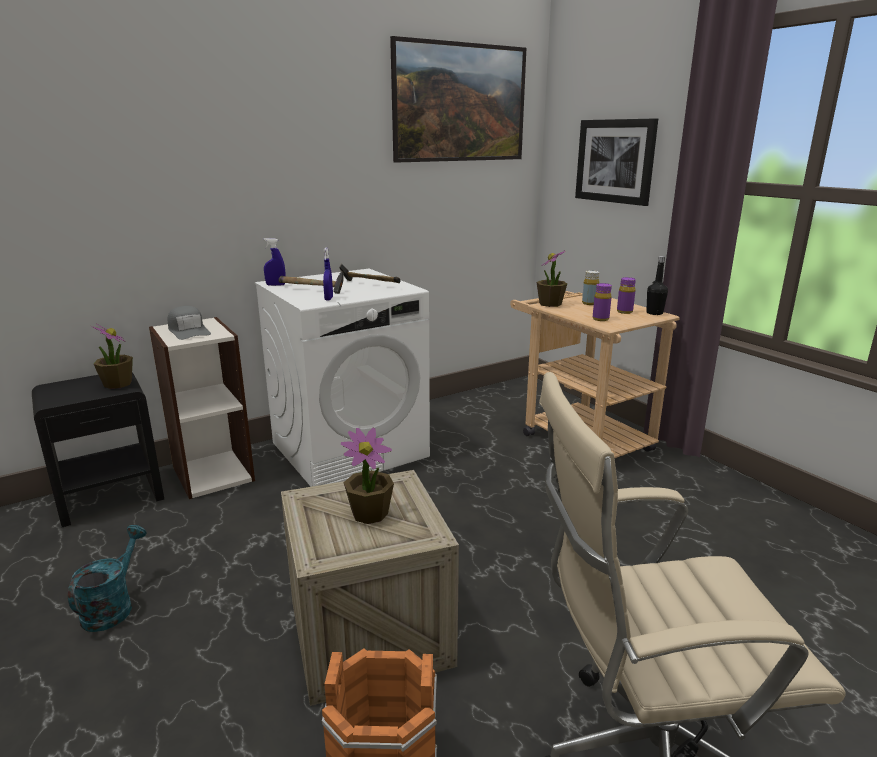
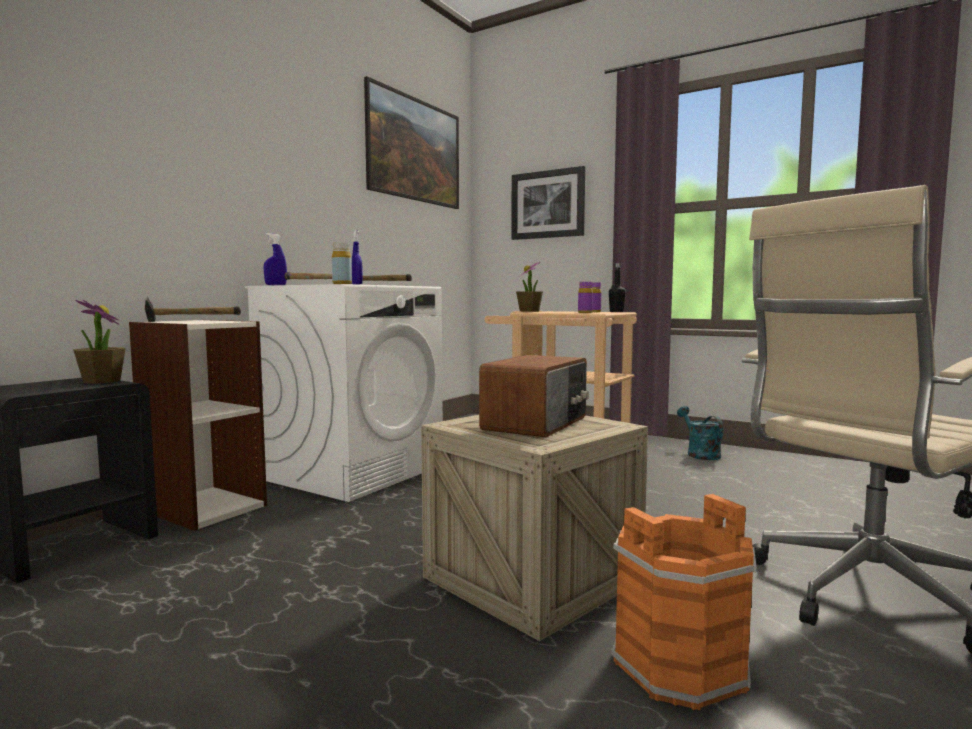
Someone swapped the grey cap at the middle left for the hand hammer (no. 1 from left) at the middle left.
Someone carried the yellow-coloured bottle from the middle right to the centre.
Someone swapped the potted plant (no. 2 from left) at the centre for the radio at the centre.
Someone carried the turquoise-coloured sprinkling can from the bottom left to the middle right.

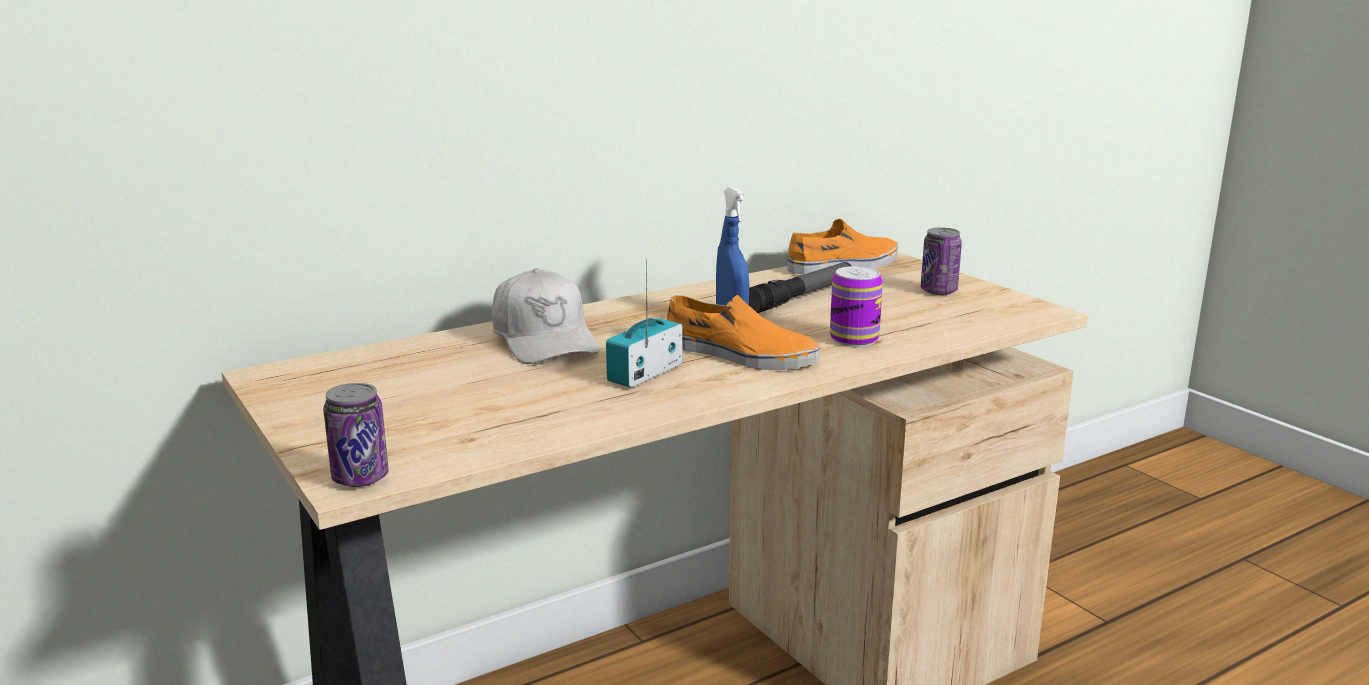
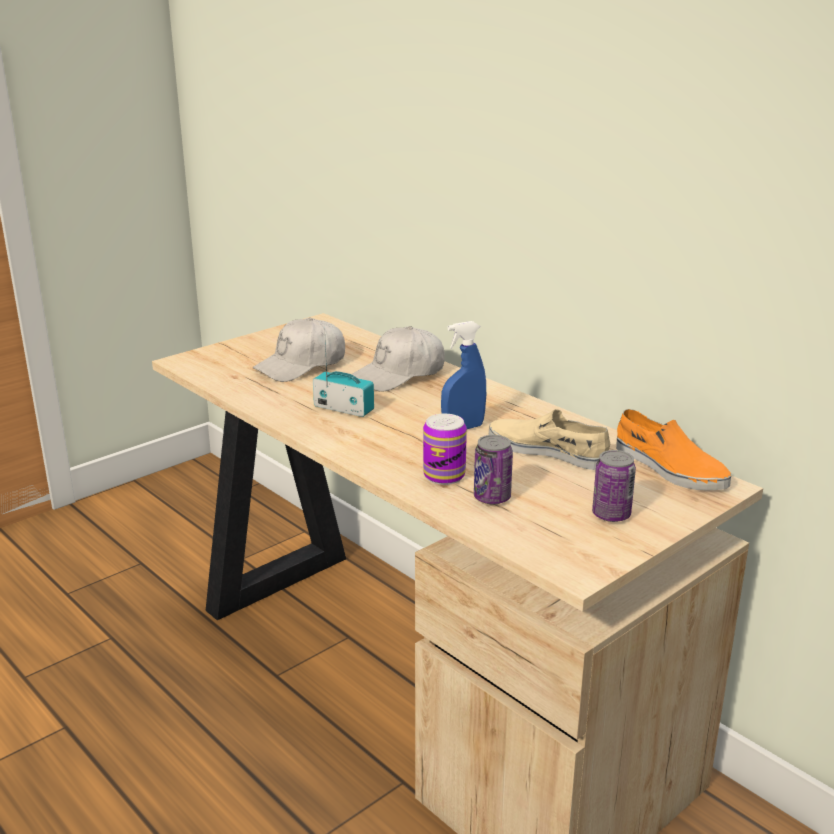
Someone put down the white-coloured cap (no. 1 from left) at the centre.
Someone carried the metal can (no. 1 from left in the first image) from the middle left to the centre.
Someone swapped the torch at the centre for the sand-coloured item of footwear at the centre.
Someone took away the orange-coloured item of footwear (no. 1 from left) at the centre.

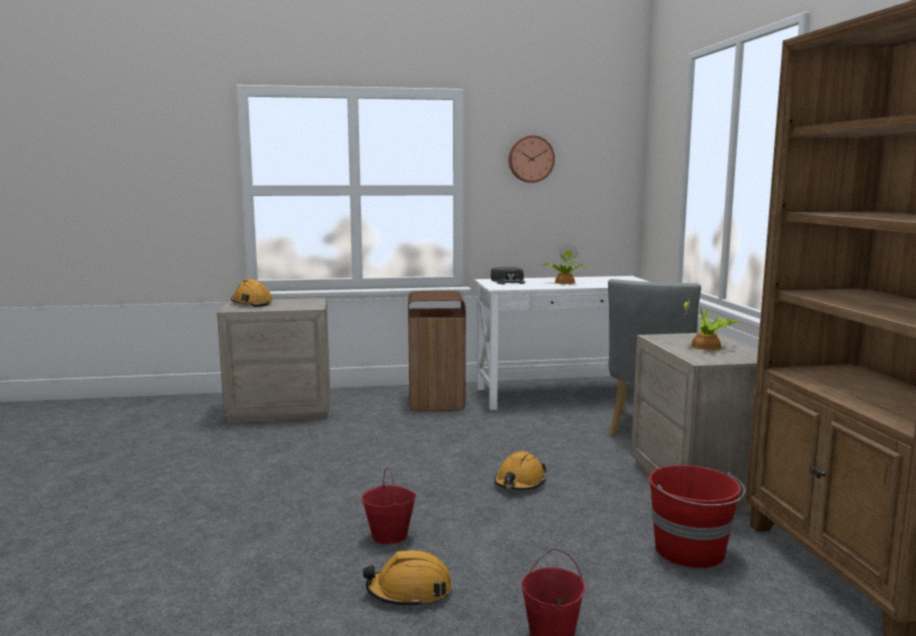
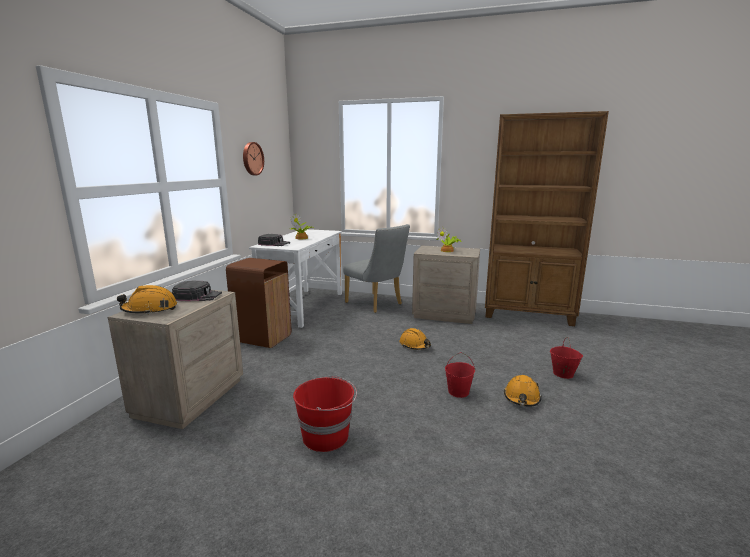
Someone put down the blackish cap (no. 1 from left) at the middle left.
Someone carried the reddish water bucket (no. 3 from left in the first image) from the bottom right to the bottom centre.

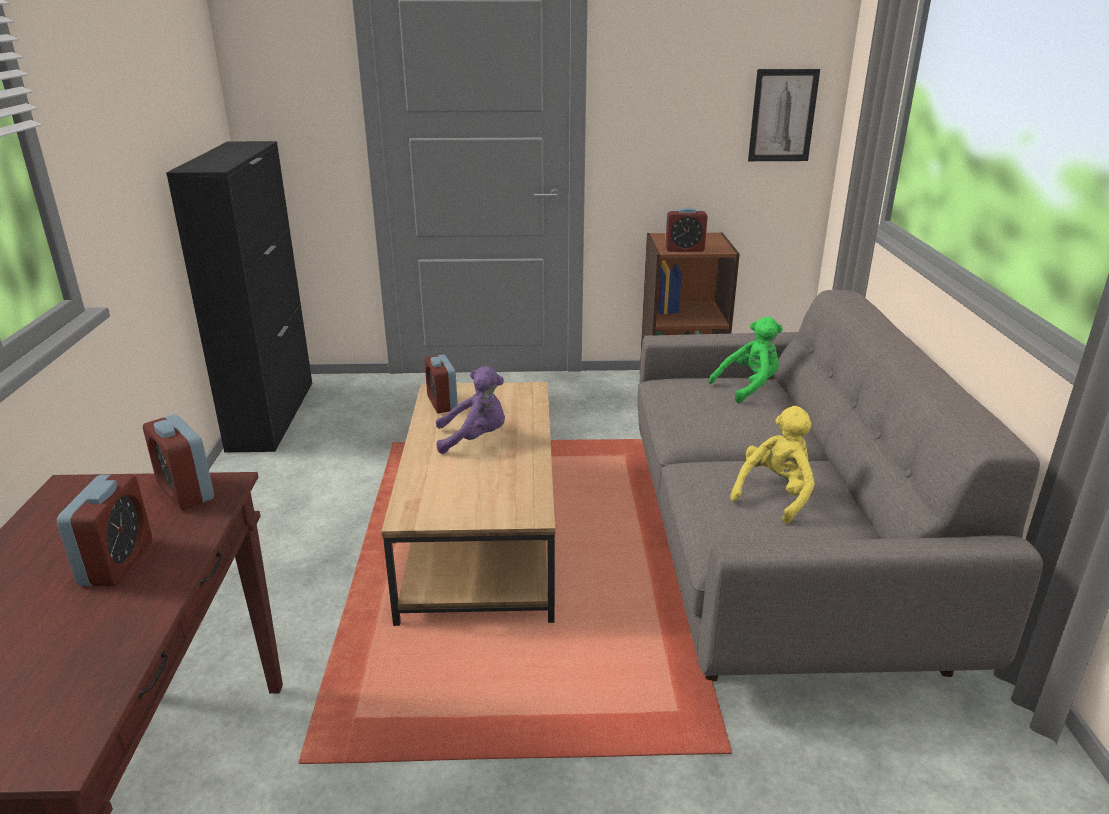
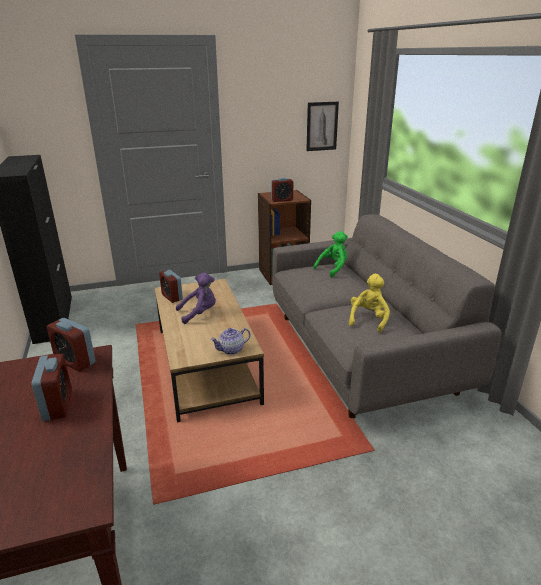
Someone put down the pot for tea at the centre.

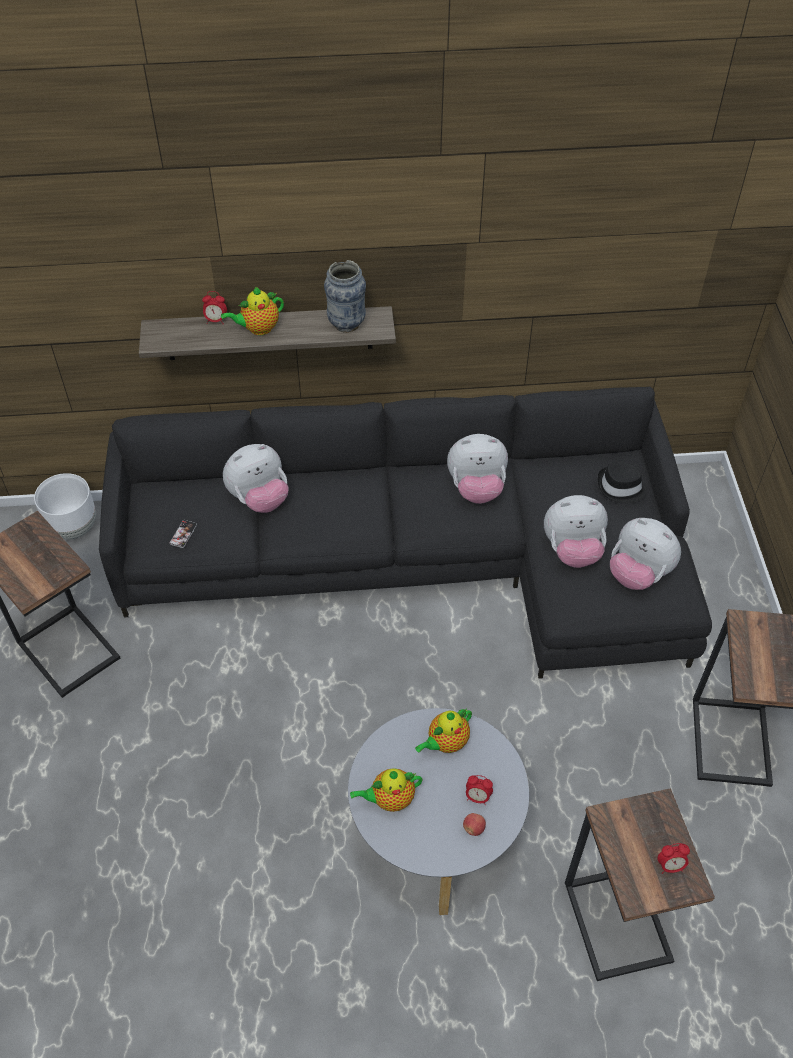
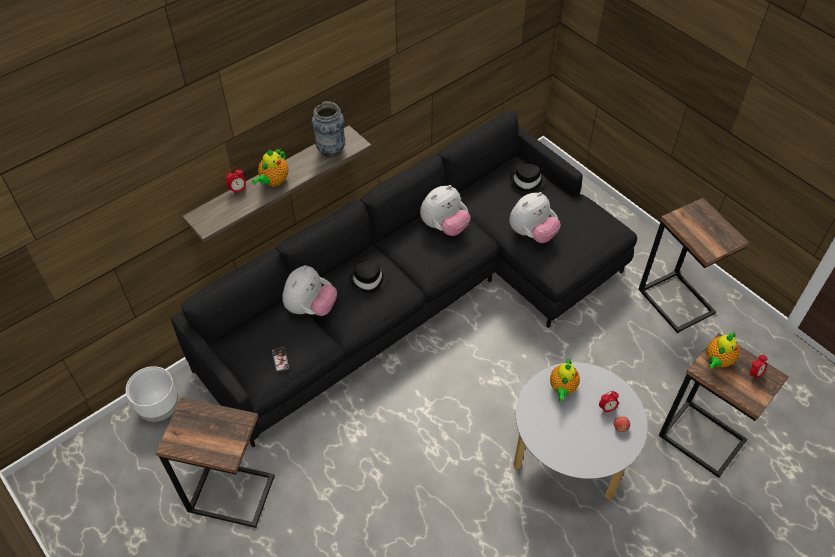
Someone put down the blackish hat (no. 1 from left) at the centre.
Someone carried the pot for tea (no. 2 from left in the first image) from the bottom centre to the middle right.
Someone took away the plush toy (no. 4 from left) at the middle right.

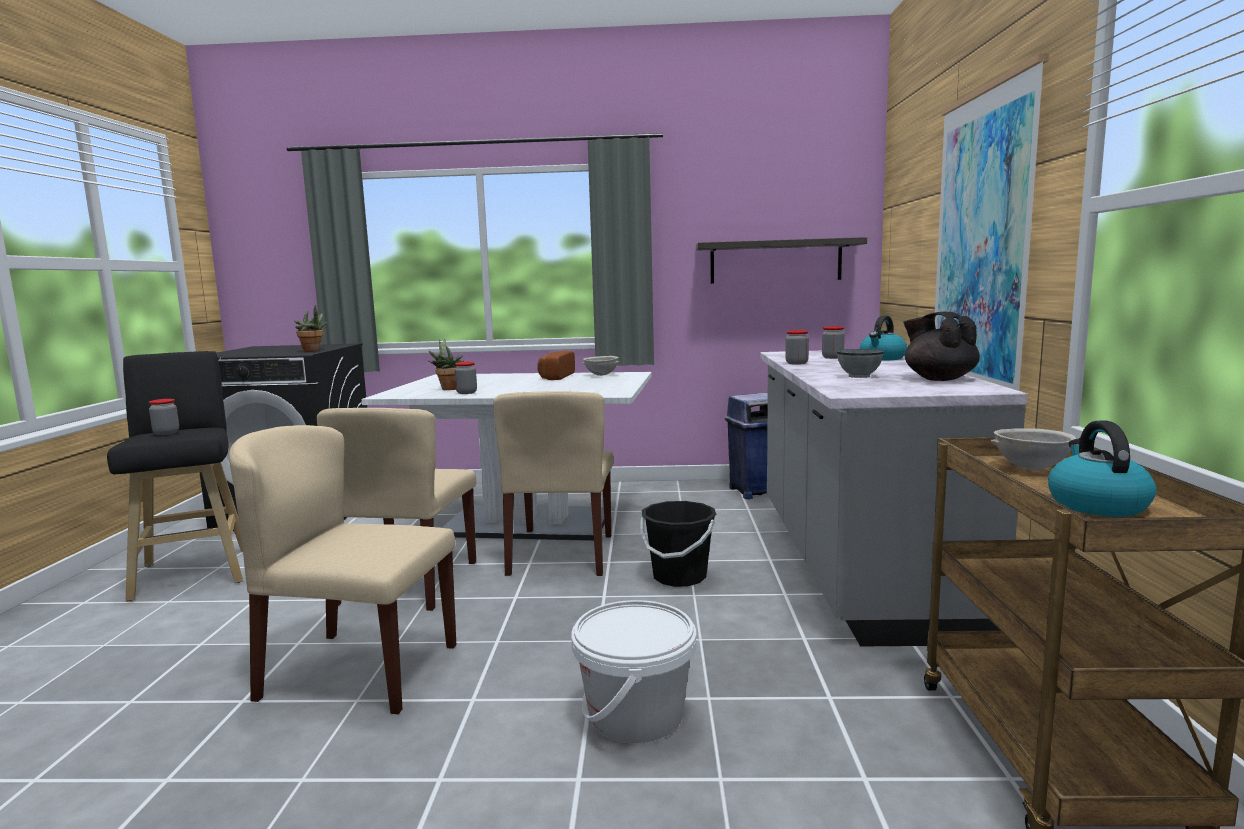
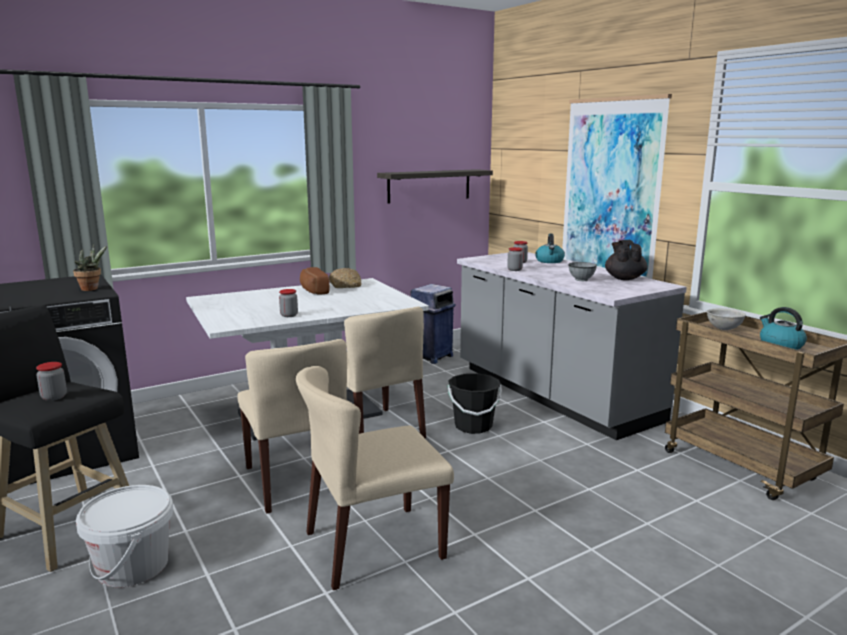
Someone carried the white-coloured water bucket from the bottom centre to the bottom left.
Someone swapped the grey serving bowl (no. 1 from left) at the centre for the bread (no. 2 from left) at the centre.
Someone rotated the blackish pot for tea at the middle right by 60 degrees clockwise.
Someone took away the potted plant (no. 2 from left) at the centre.

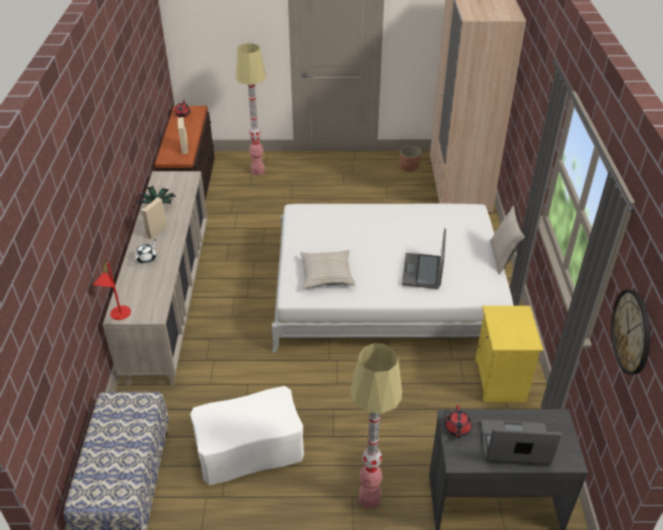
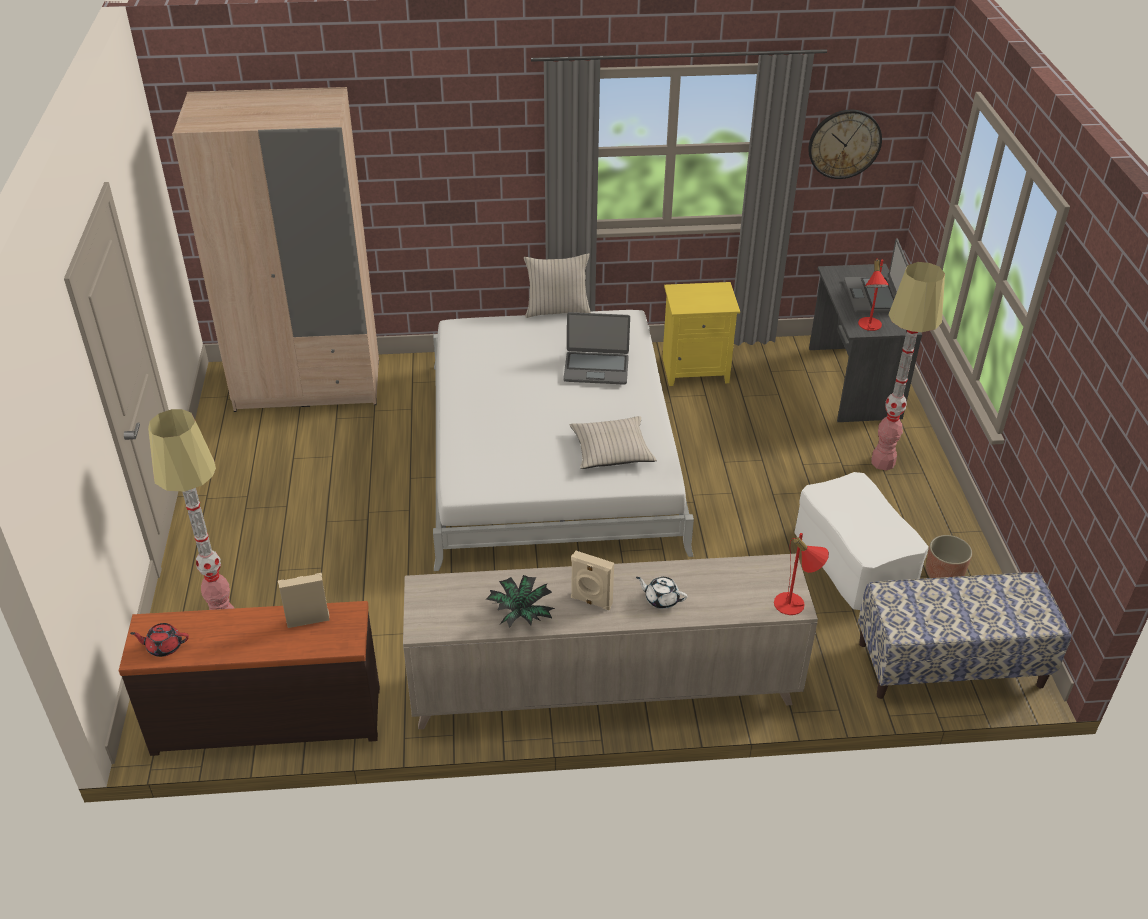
Someone swapped the reddish pot for tea (no. 2 from left) at the bottom right for the reddish tabletop lamp (no. 2 from left) at the top right.
Someone carried the planter from the top centre to the middle right.

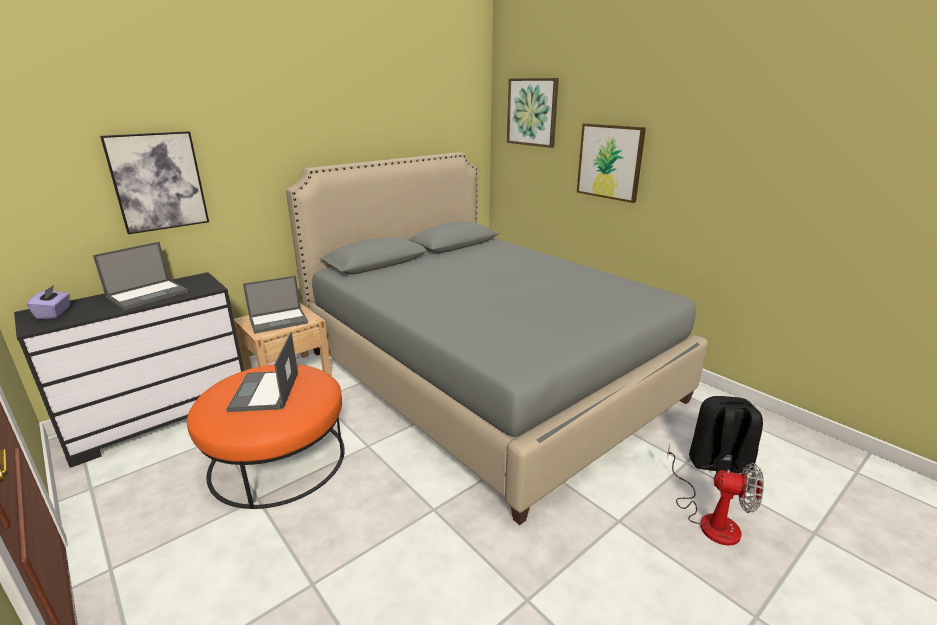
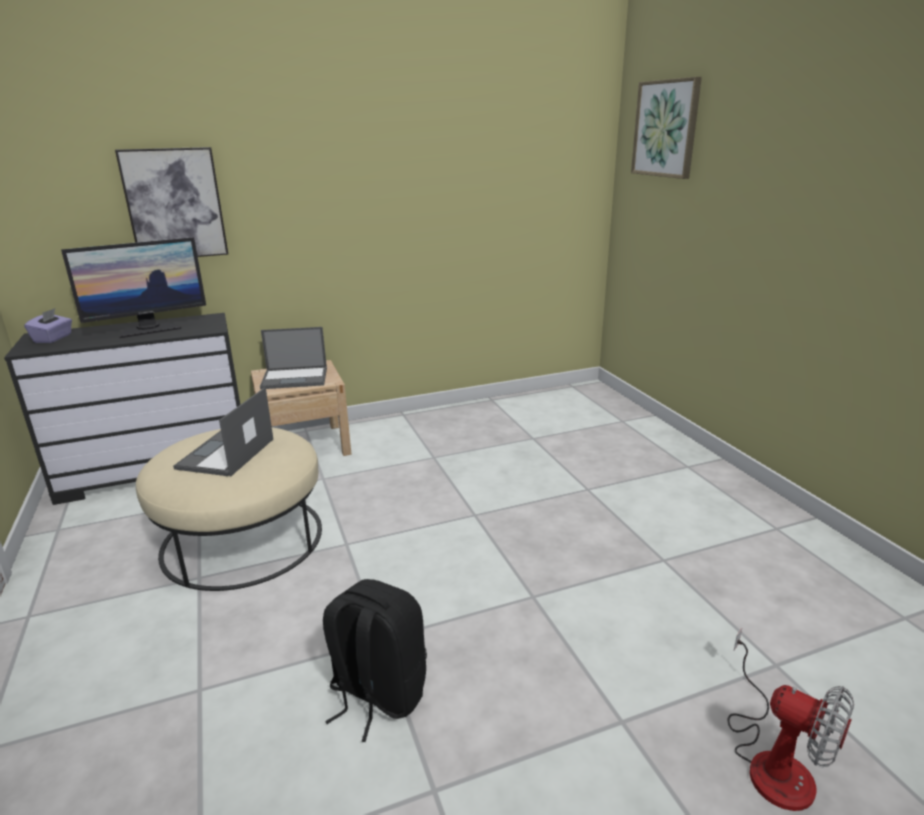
Someone swapped the portable computer (no. 1 from left) at the middle left for the monitor at the middle left.
Someone repainted the orange-coloured pouffe at the bottom left, which became the sand-coloured pouffe at the middle left.
Someone carried the blackish backpack from the bottom right to the bottom centre.
Someone took away the grey bedroom bed at the centre.
Someone took away the wall picture (no. 3 from left) at the top centre.

